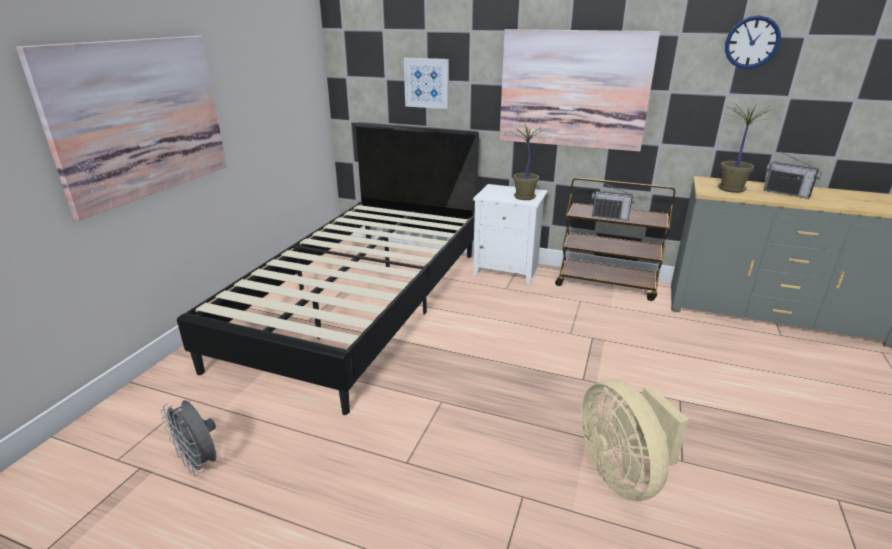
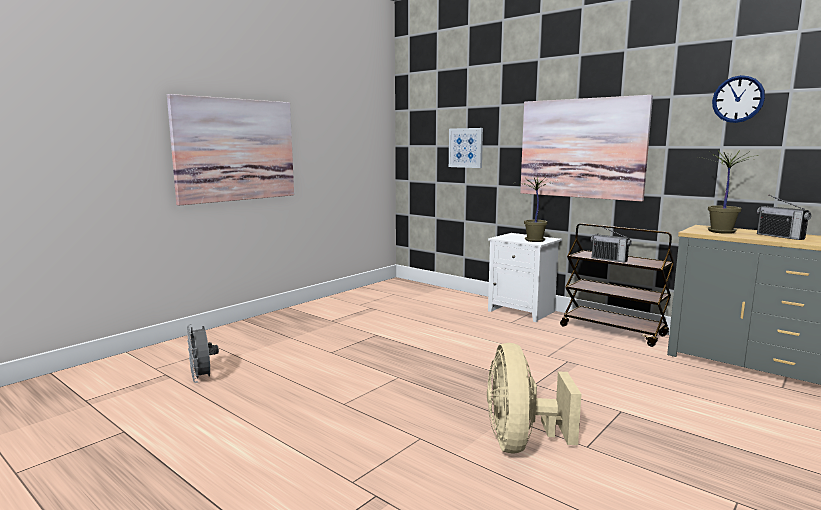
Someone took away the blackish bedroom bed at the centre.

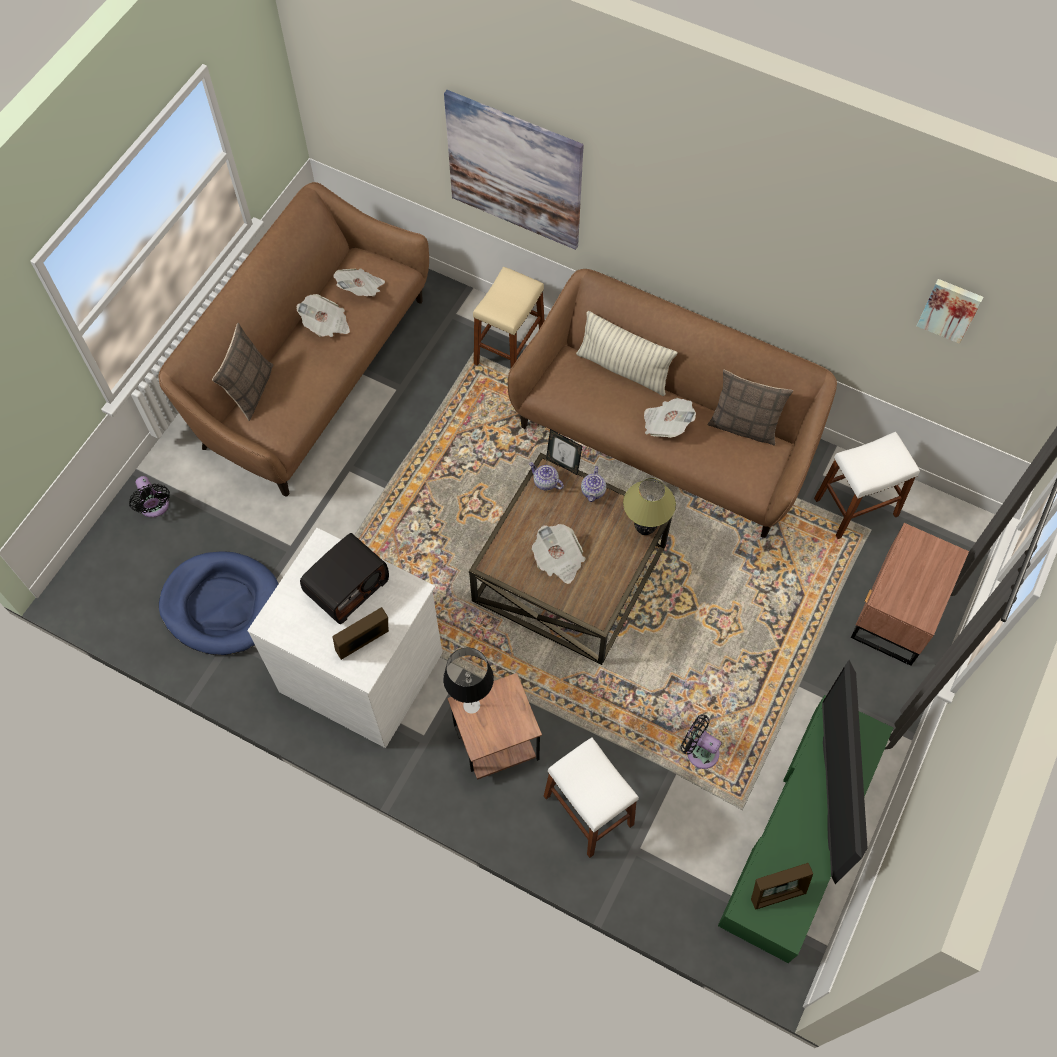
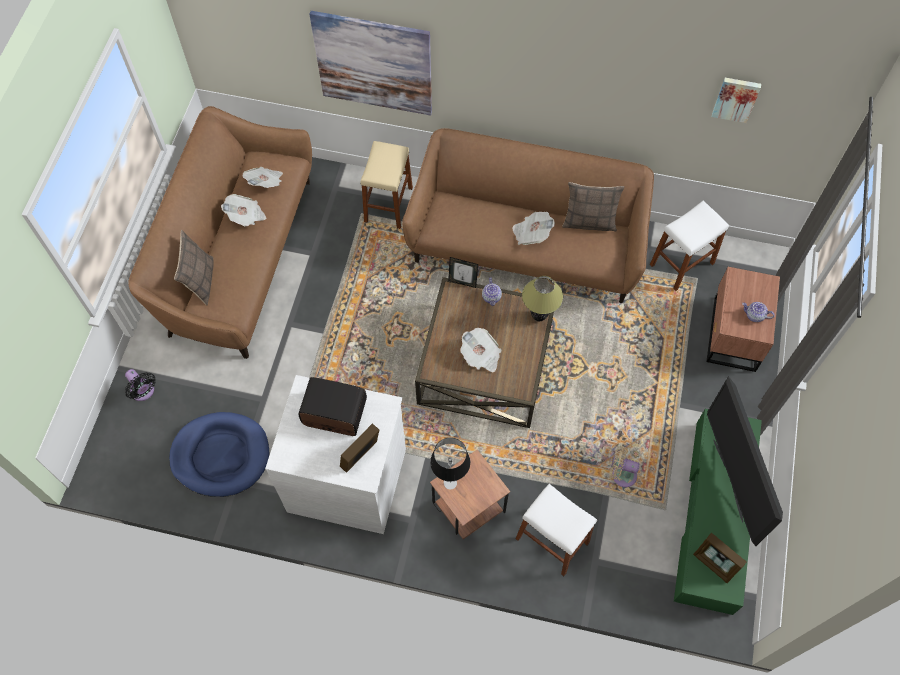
Someone rotated the radio at the middle left by 105 degrees counterclockwise.
Someone repainted the blackish cooling fan (no. 2 from left) at the bottom centre, which became the sand-coloured cooling fan at the bottom right.
Someone rotated the picture frame (no. 3 from left) at the bottom right by 75 degrees clockwise.
Someone carried the pot for tea (no. 1 from left in the first image) from the centre to the middle right.
Someone took away the throw pillow (no. 2 from left) at the centre.

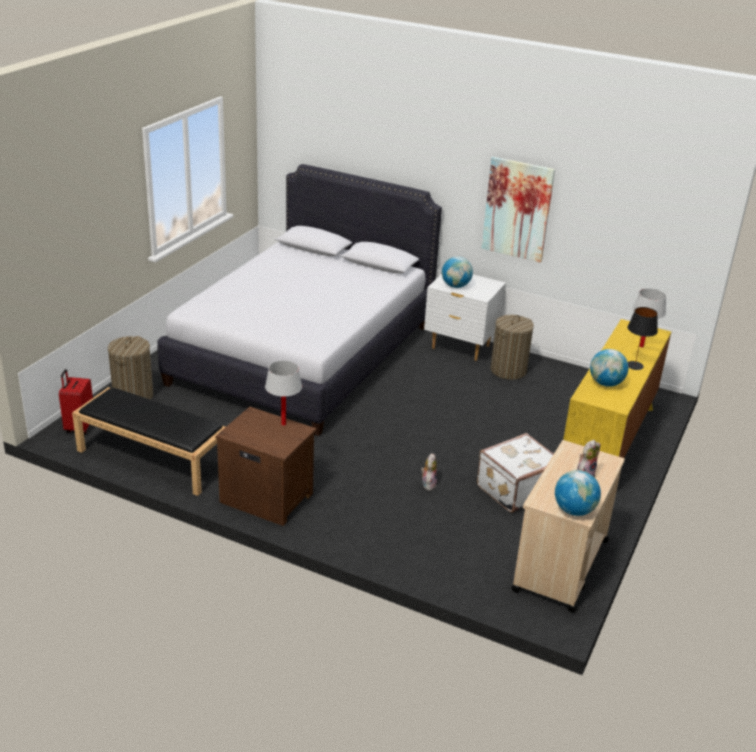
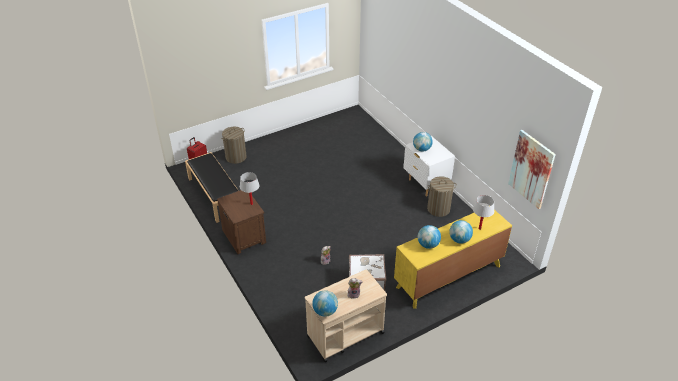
Someone swapped the blackish tabletop lamp at the middle right for the world globe (no. 4 from left) at the middle right.
Someone carried the wall picture from the top right to the middle right.
Someone took away the white-coloured bedroom bed at the centre.

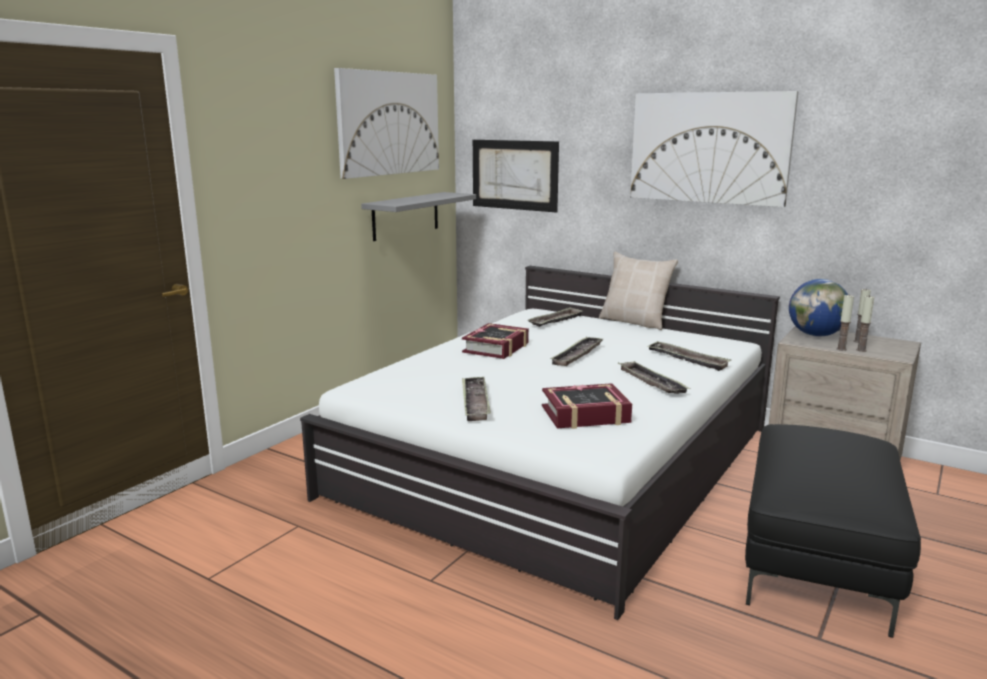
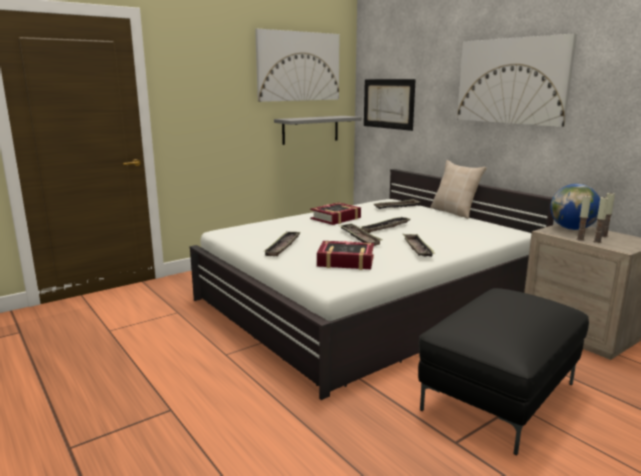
Someone carried the serving tray (no. 5 from left in the first image) from the middle right to the centre.

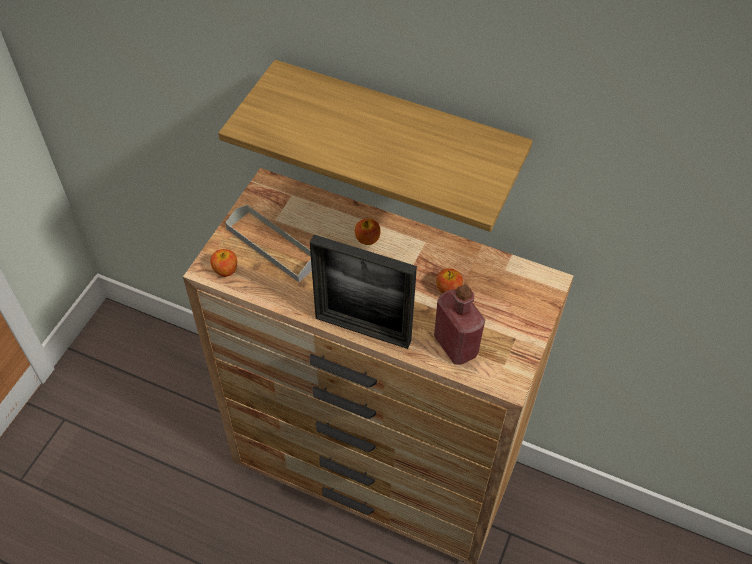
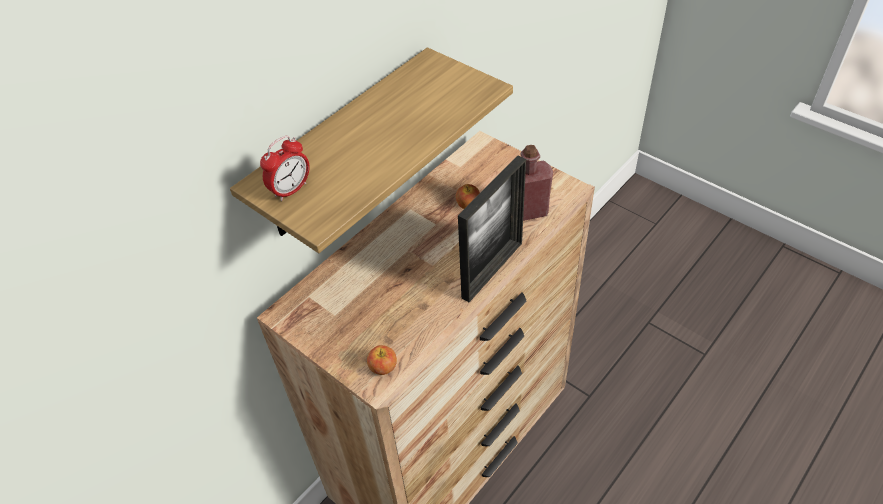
Someone put down the bedside clock at the middle left.
Someone took away the grey serving tray at the centre.
Someone took away the apple (no. 2 from left) at the centre.

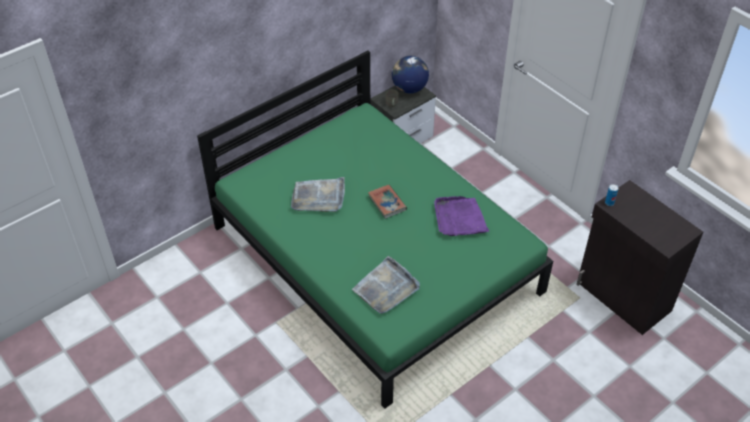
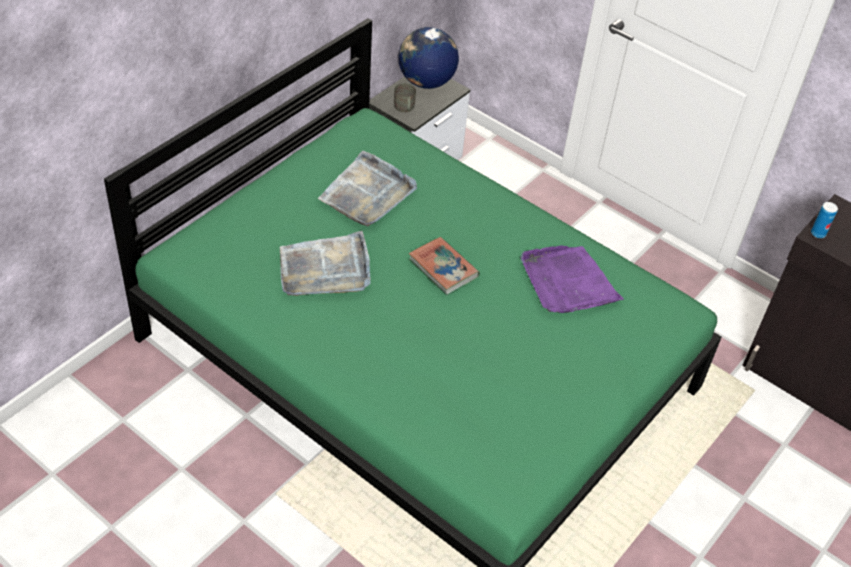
Someone carried the grey serving tray (no. 2 from left) from the bottom centre to the top centre.

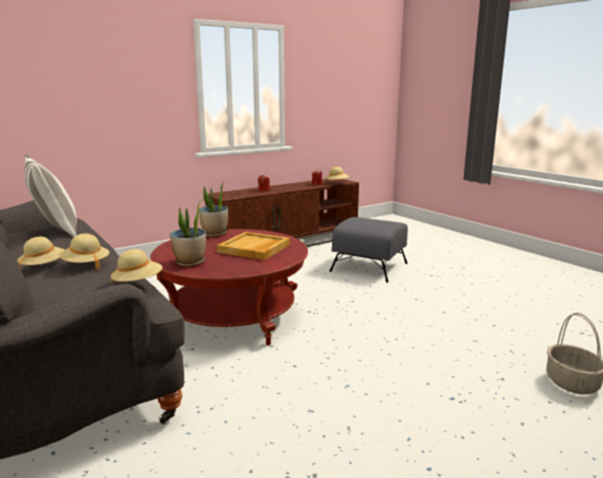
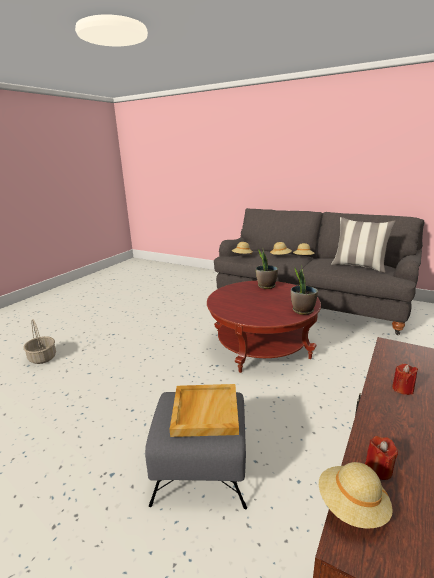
Someone carried the sand-coloured serving tray from the centre to the bottom centre.

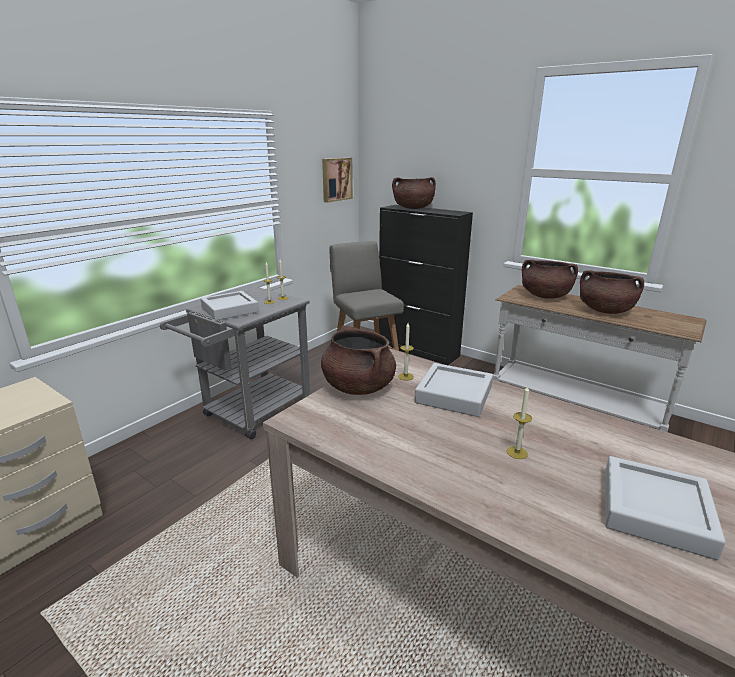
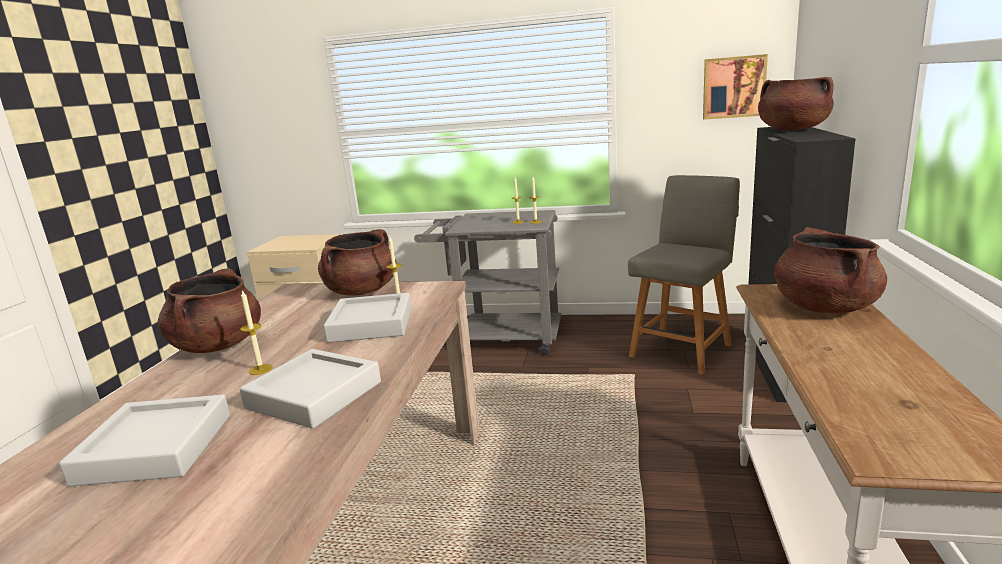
Someone carried the brown saucepot (no. 4 from left in the first image) from the middle right to the middle left.
Someone carried the grey serving tray (no. 1 from left in the first image) from the middle left to the bottom left.

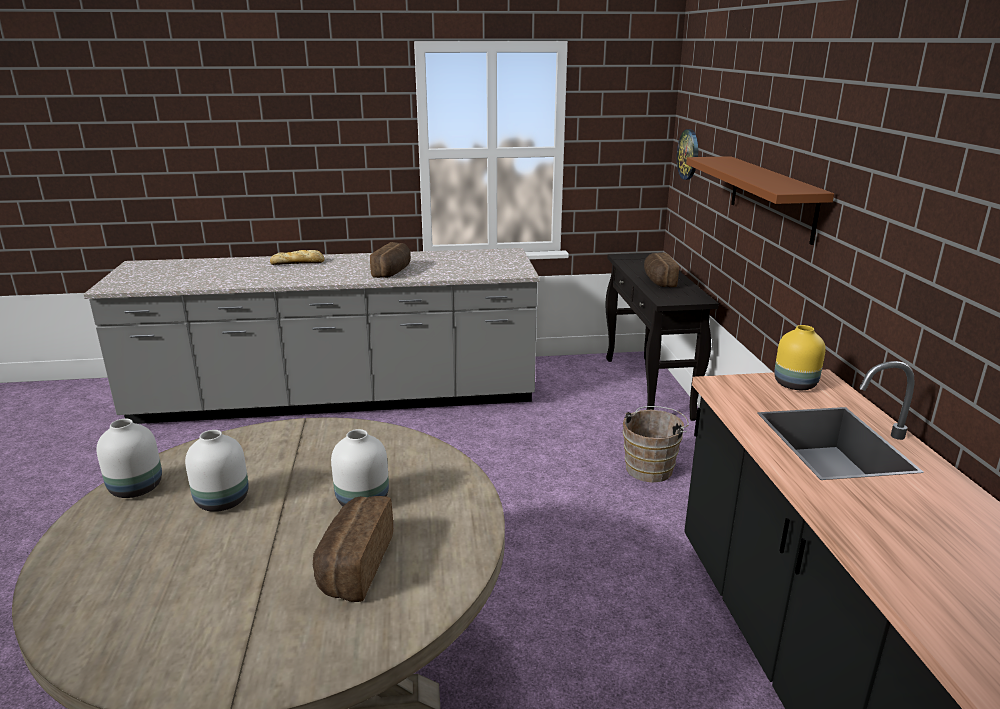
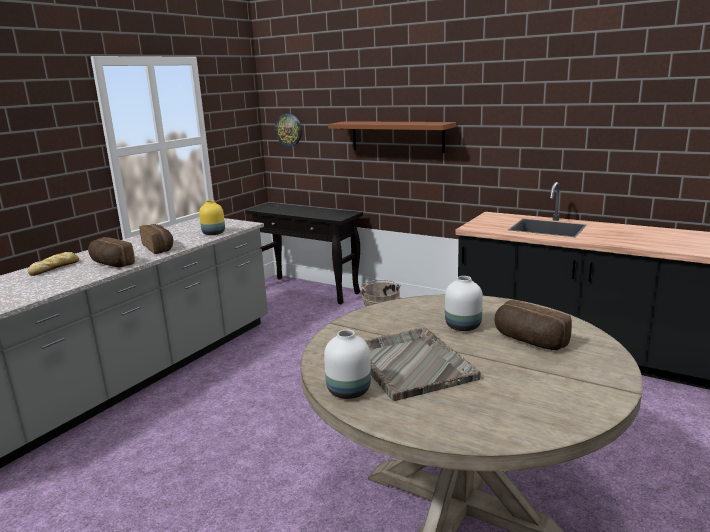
Someone carried the bread (no. 4 from left in the first image) from the centre to the middle left.
Someone carried the yellow-coloured vase from the middle right to the middle left.
Someone swapped the white-coloured vase (no. 2 from left) at the middle left for the grey serving tray at the bottom centre.

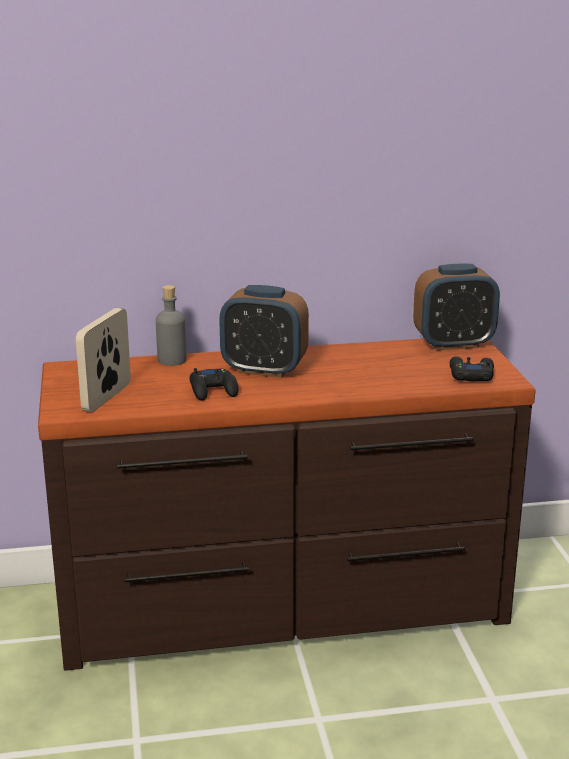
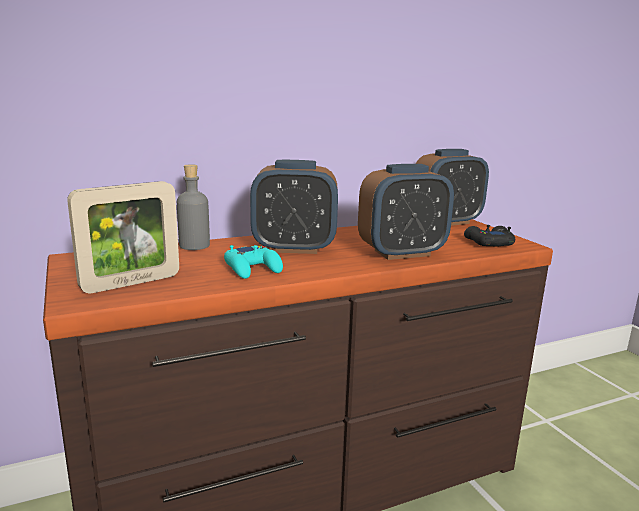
Someone rotated the picture frame at the middle left by 135 degrees counterclockwise.
Someone repainted the blackish game controller (no. 1 from left) at the centre, which became the turquoise-coloured game controller at the centre.
Someone put down the bedside clock (no. 2 from left) at the centre.

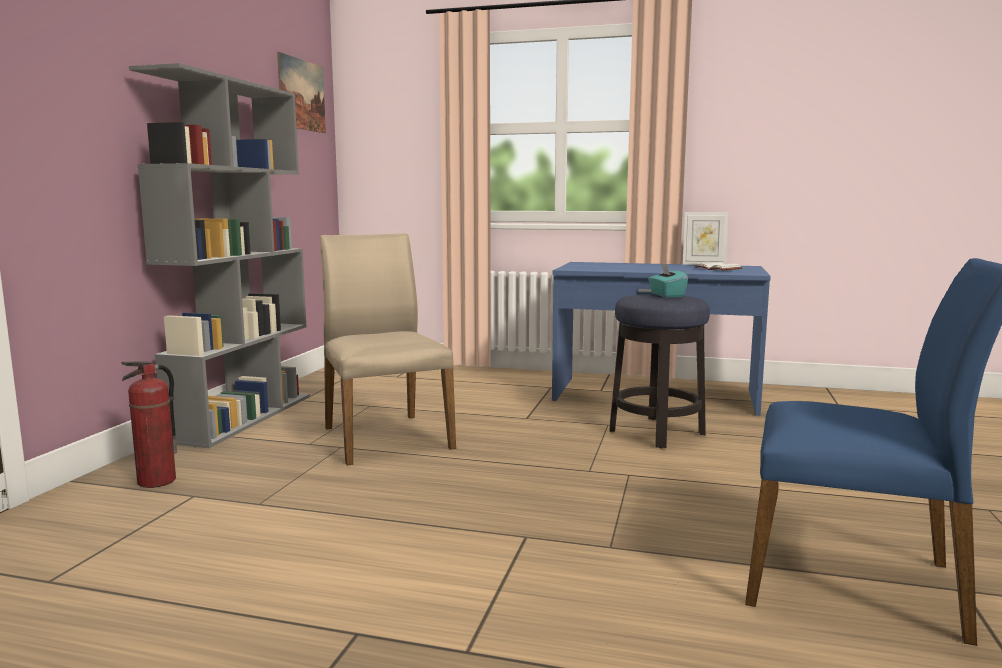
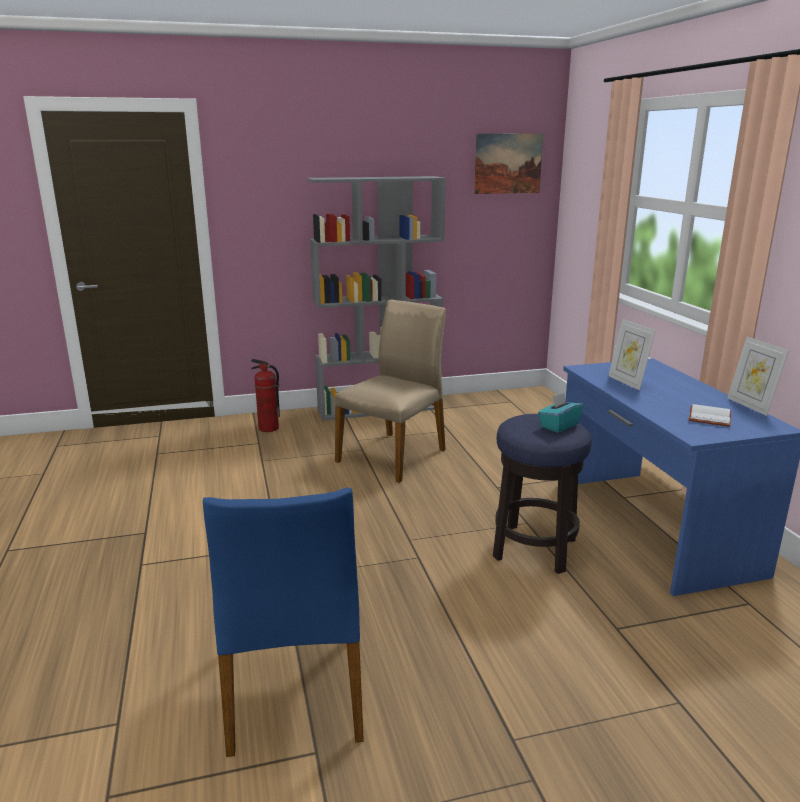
Someone put down the picture frame (no. 1 from left) at the middle right.

